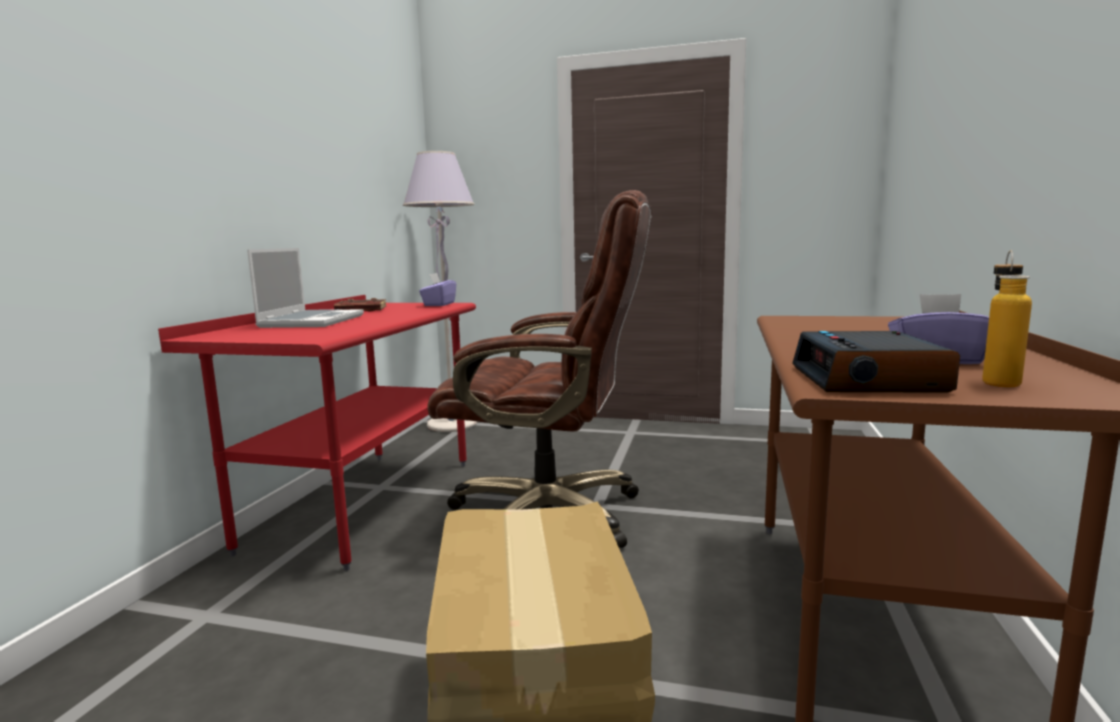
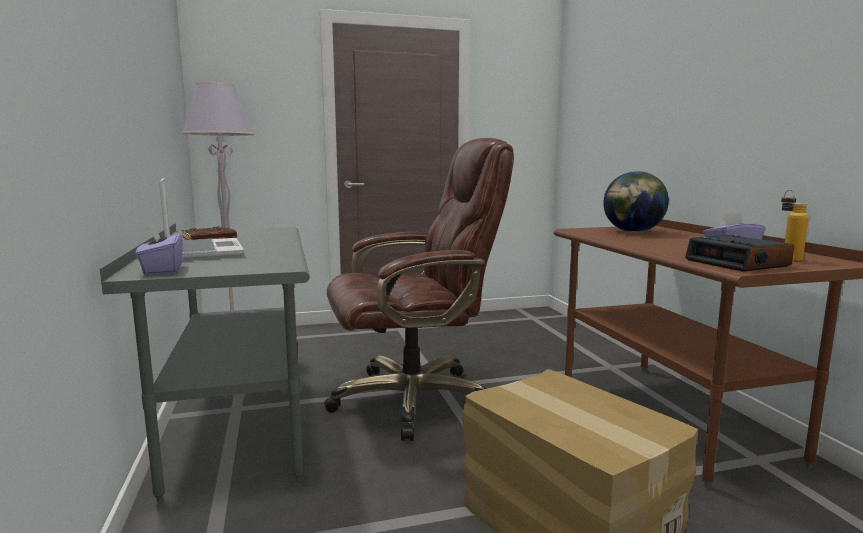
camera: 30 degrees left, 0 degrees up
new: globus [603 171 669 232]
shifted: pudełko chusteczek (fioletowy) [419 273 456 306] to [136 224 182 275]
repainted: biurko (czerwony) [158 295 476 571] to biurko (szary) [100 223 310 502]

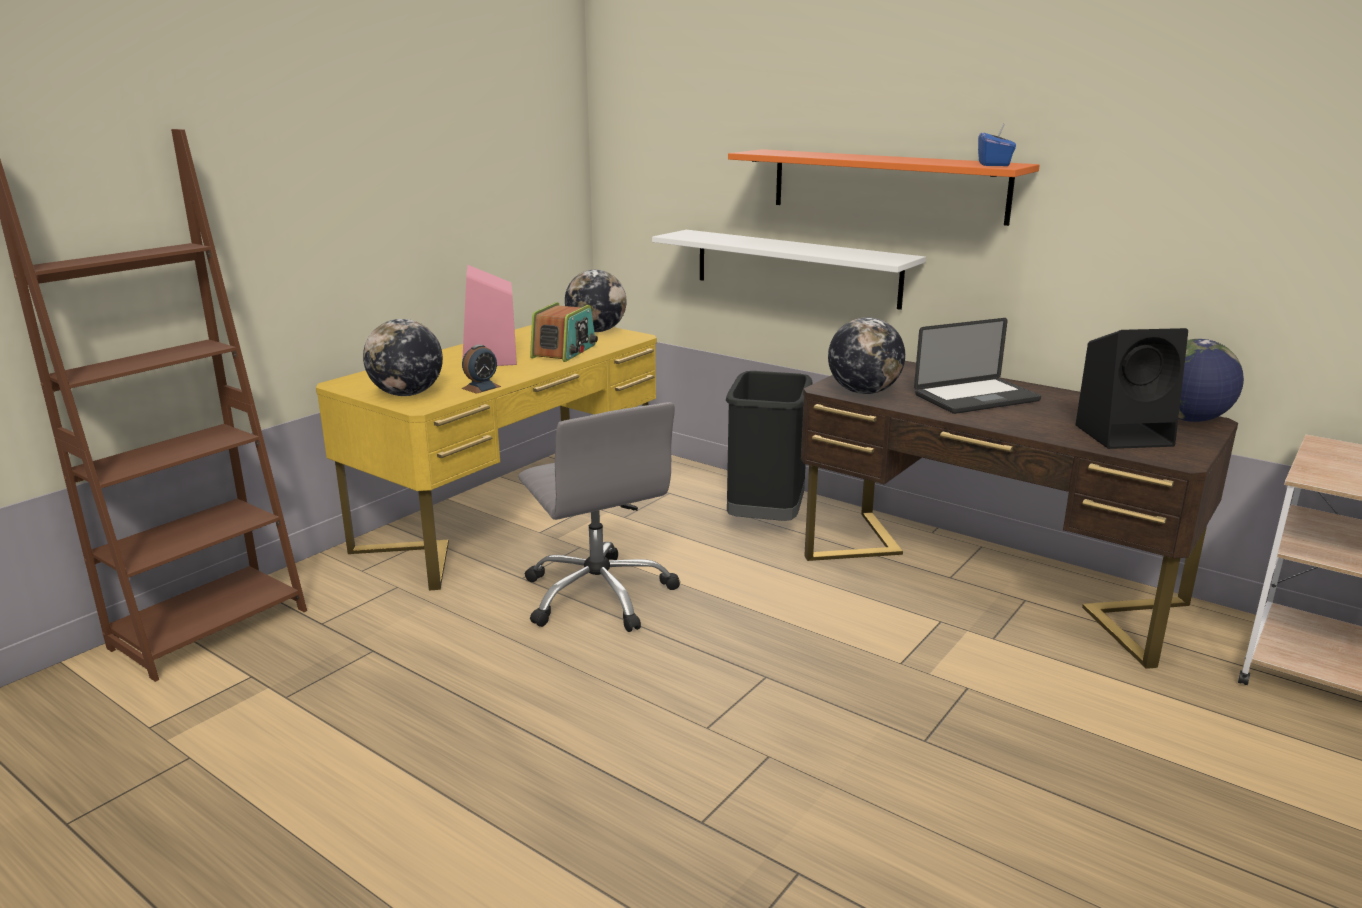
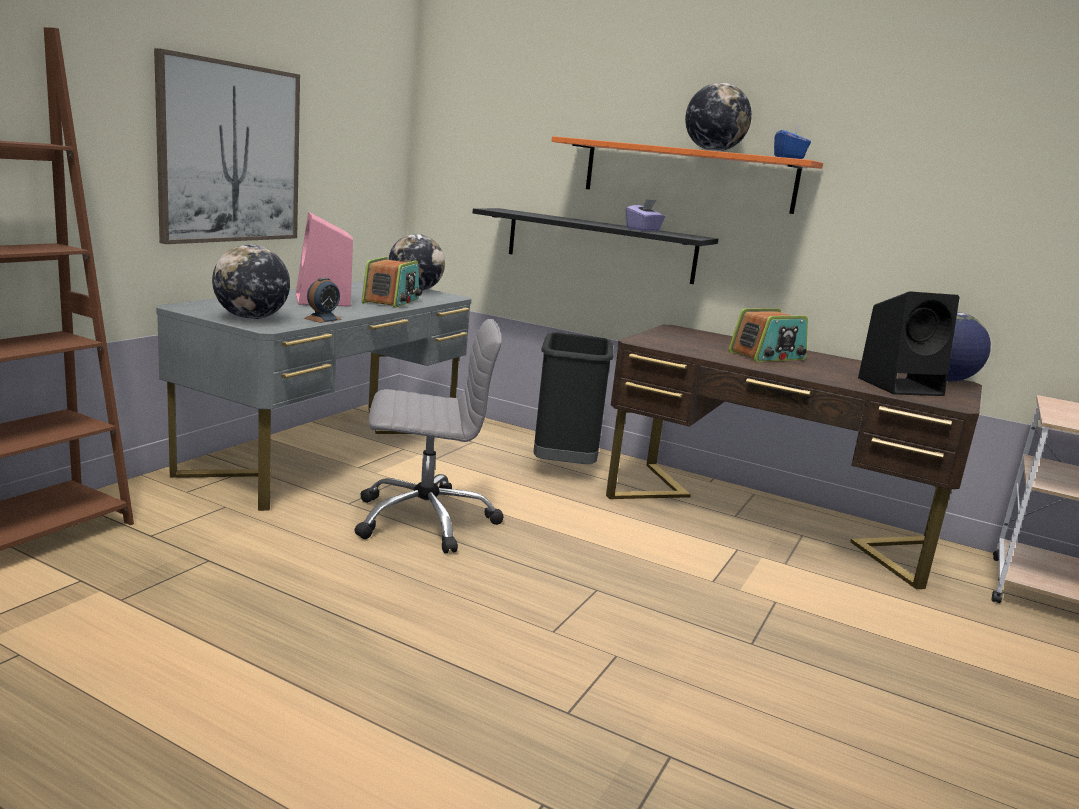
camera: 10 degrees left, 5 degrees down
new: obraz [154 48 300 244]; pudełko chusteczek (fioletowy) [626 199 665 231]
shifted: globus [828 317 905 394] to [685 83 752 151]
swapped: laptop [914 318 1041 414] to radio [728 308 808 362]
repainted: półka (biały) [652 230 926 310] to półka (czarny) [473 208 718 284]; biurko (żółty) [316 325 657 591] to biurko (szary) [156 281 472 511]
rotated: krzesło biurowe (szary) [518 402 680 632] = [354 319 504 553] 60 degrees counterclockwise

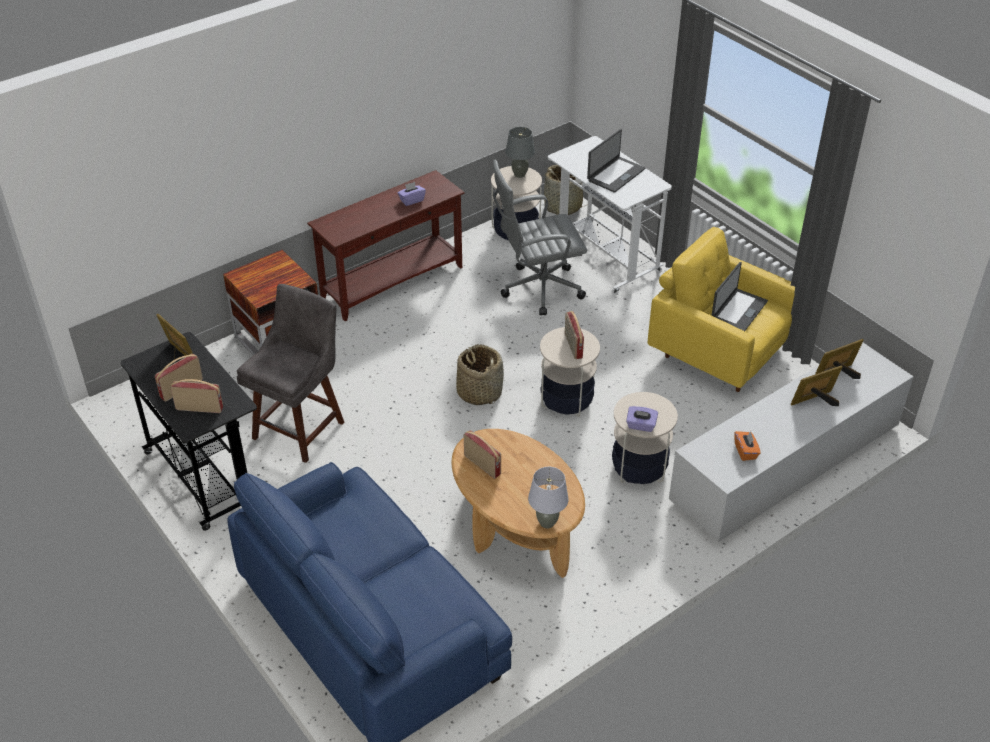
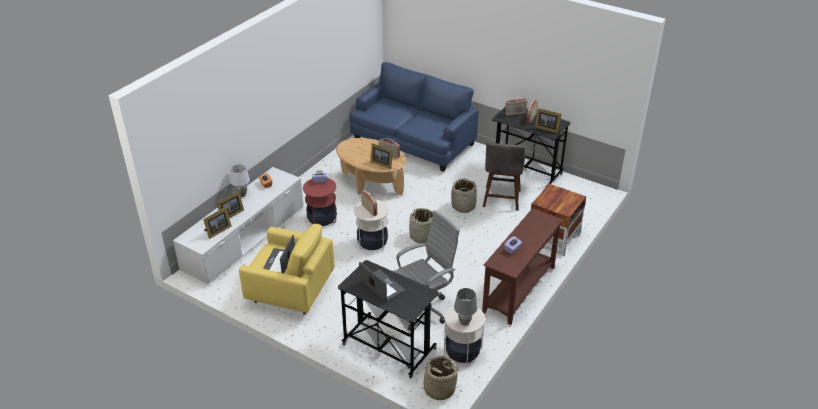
camera: 160 degrees right, 5 degrees down
new: ramka na zdjęcie [370 143 393 169]; koszyk [451 178 477 213]
shifted: lampa stołowa (szary) [528 467 569 528] to [230 164 250 197]
repainted: biurko (biały) [548 136 672 295] to biurko (czarny) [338 260 439 378]; stolik (beżowy) [612 392 678 484] to stolik (czerwony) [303 178 337 226]
rotated: laptop [587 129 645 193] = [359 262 405 302] 120 degrees clockwise

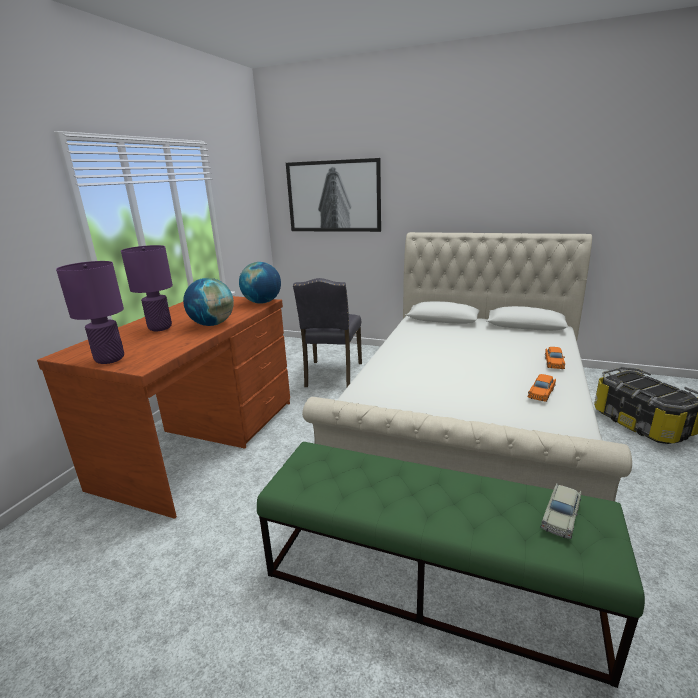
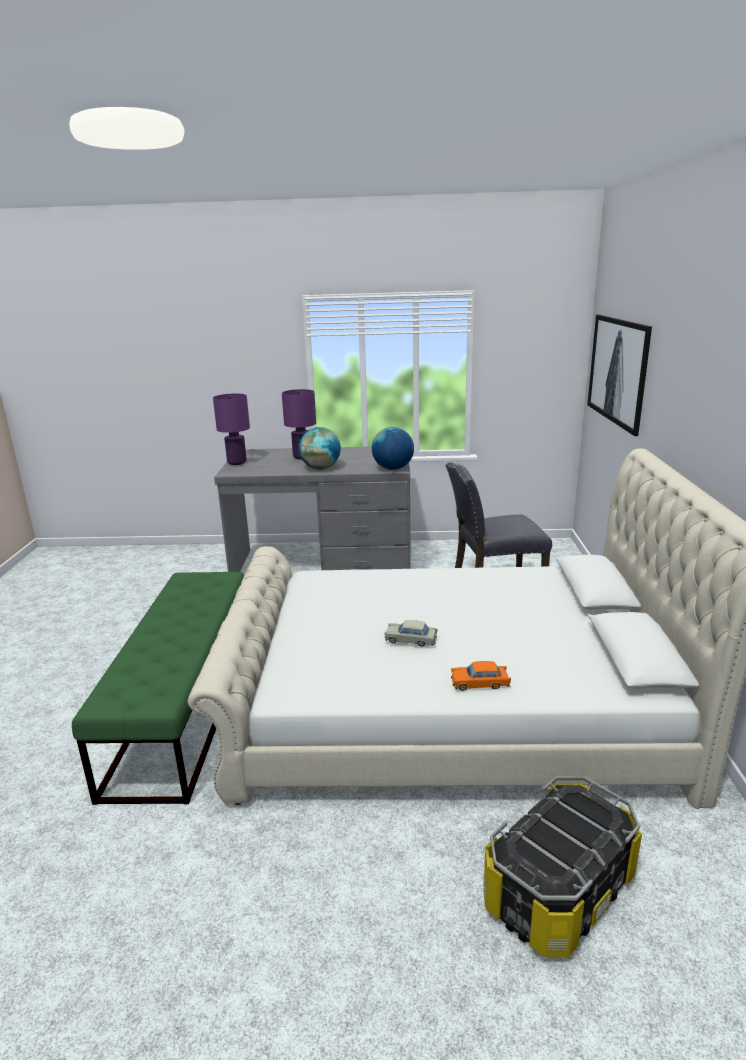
camera: 70 degrees right, 0 degrees up
gone: samochodzik (pomarańczowy) [527 374 556 402]
shifted: samochodzik (beżowy) [540 483 581 539] to [384 620 437 647]
repainted: biurko (brązowy) [37 296 290 519] to biurko (szary) [214 447 411 572]

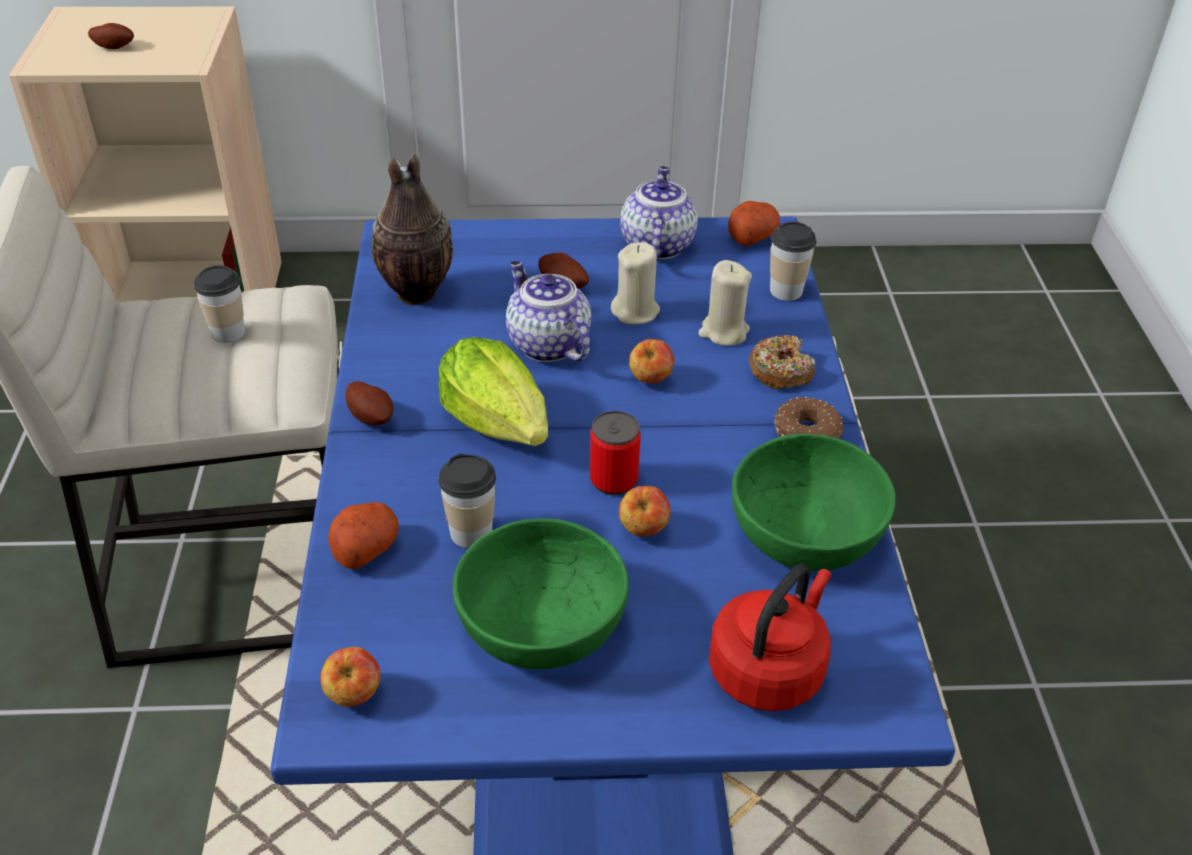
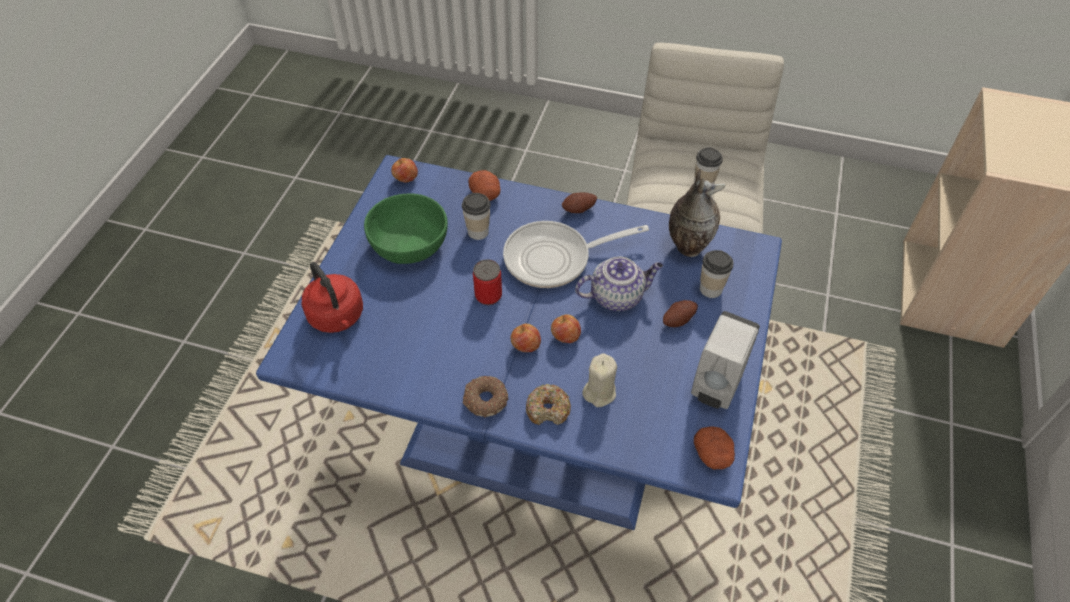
camera: 110 degrees right, 10 degrees up
gone: ziemniak [88 23 134 49]; świeca (beżowy) [611 242 660 325]; miska (zielony) [732 434 896 571]
shifted: filiżanka [770 221 816 301] to [700 250 734 298]; jabłko [619 486 671 536] to [510 324 541 352]
swapped: imbryk [620 166 698 260] to dozownik mydła (biały) [691 311 760 409]; sałata [439 337 548 446] to patelnia [503 221 649 288]

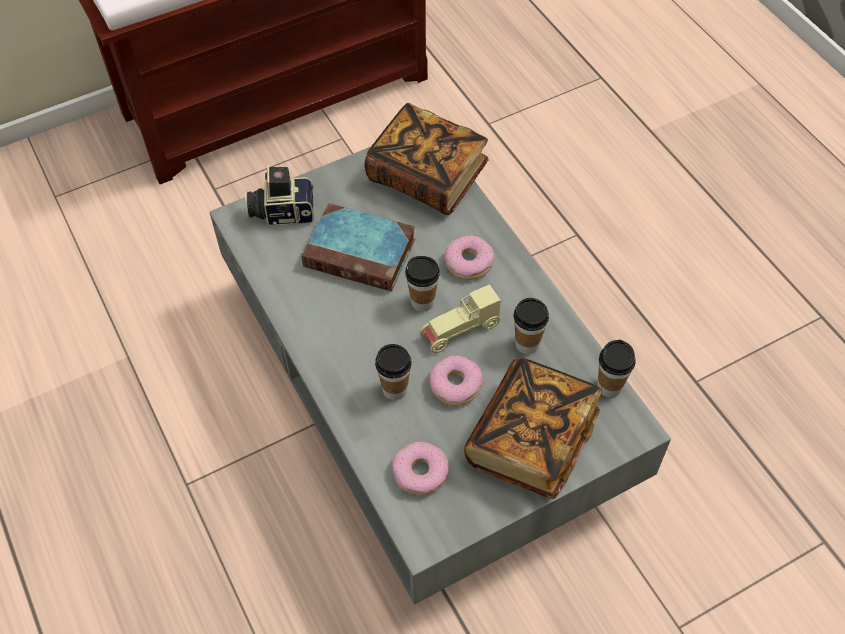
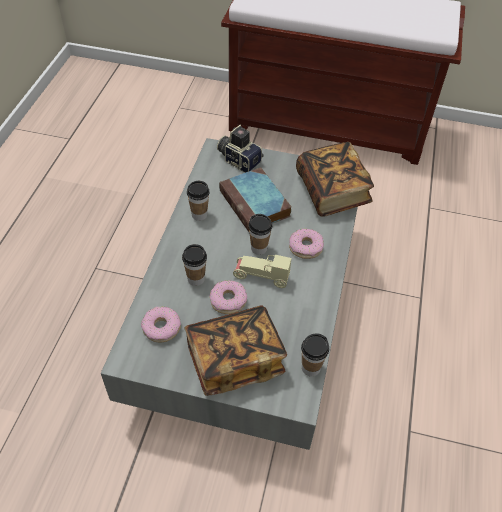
camera: 40 degrees right, 5 degrees down
shifted: filiżanka [514 298 549 354] to [187 181 210 221]

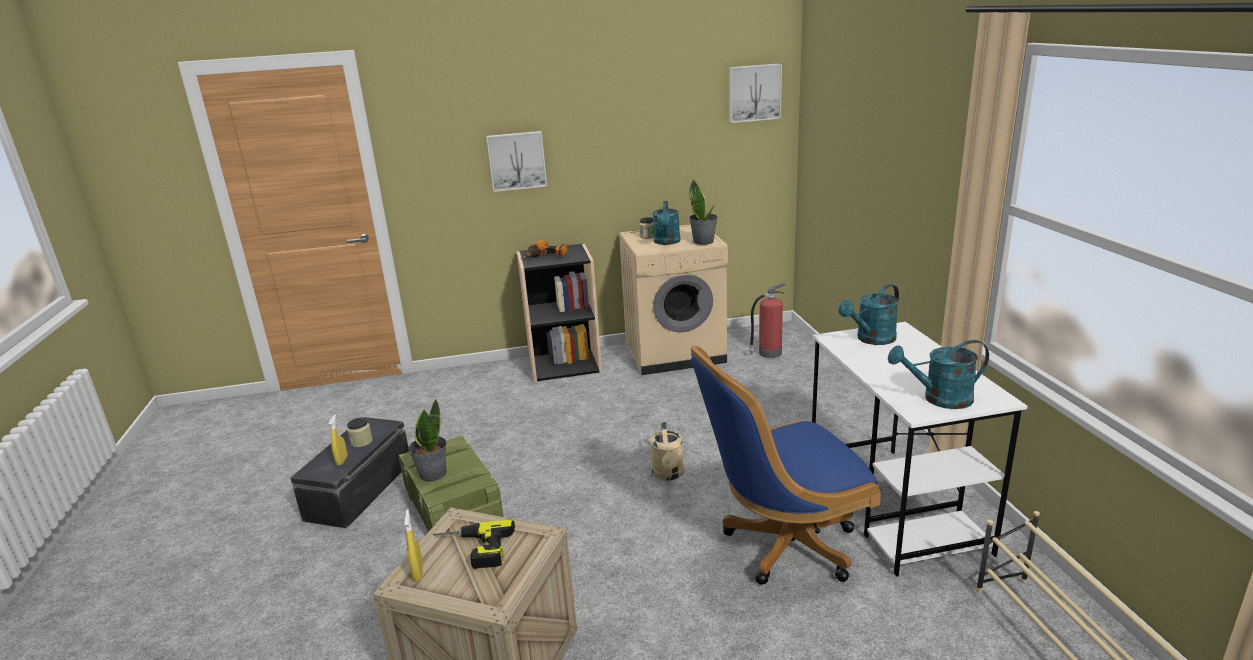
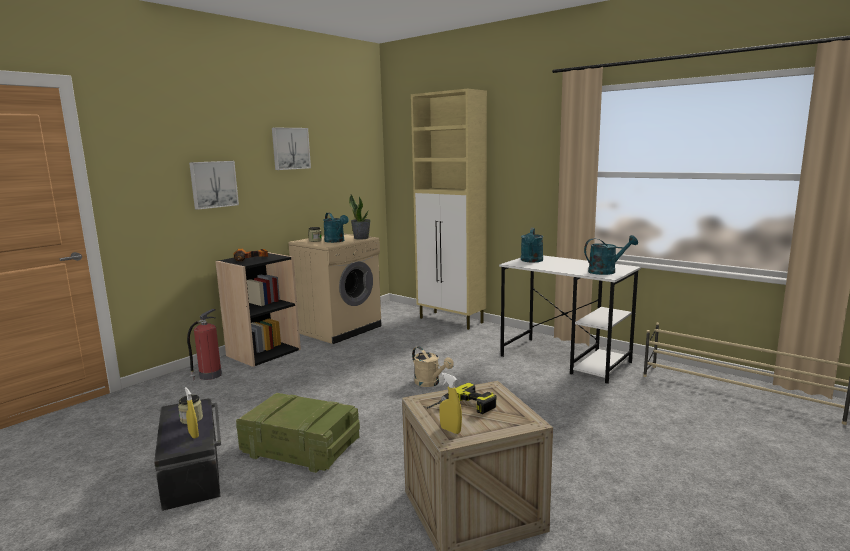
camera: 40 degrees left, 10 degrees down
gone: krzesło biurowe (niebieski) [691 346 881 585]; roślina doniczkowa [408 399 447 482]
new: szafka (beżowy) [411 88 487 330]
shifted: obraz [729 63 782 123] to [272 128 311 170]; gaśnica [749 283 785 358] to [187 309 222 381]
rotated: konewka (turkusowy) [888 340 989 409] = [584 235 638 275] 150 degrees counterclockwise

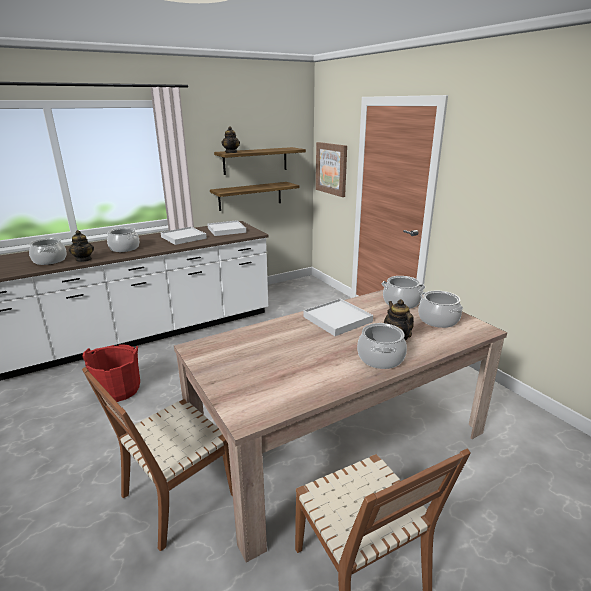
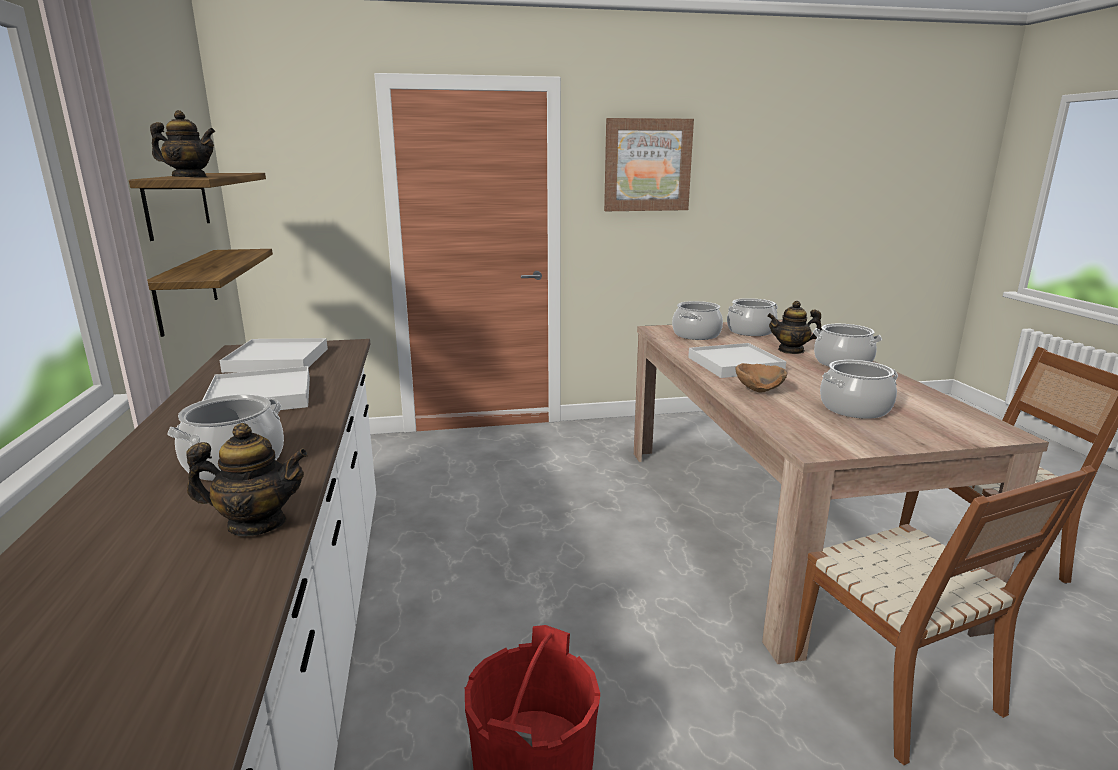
camera: 70 degrees left, 5 degrees down
new: miska (brązowy) [735 363 787 392]
shifted: obraz [316 142 347 197] to [604 118 694 211]; garnek [29 238 66 265] to [820 360 898 419]

